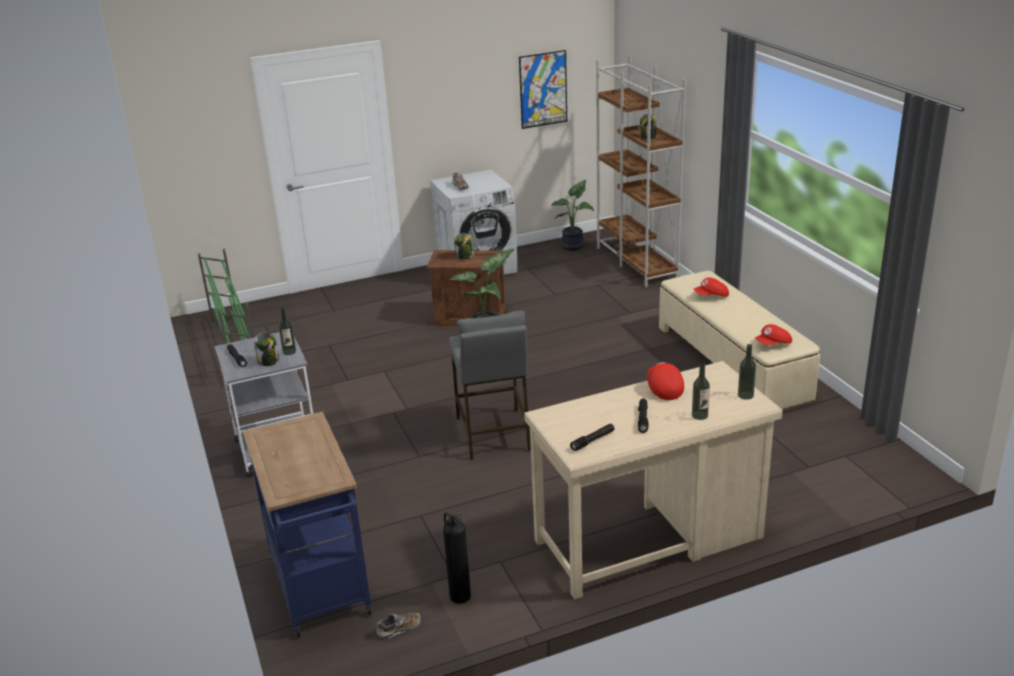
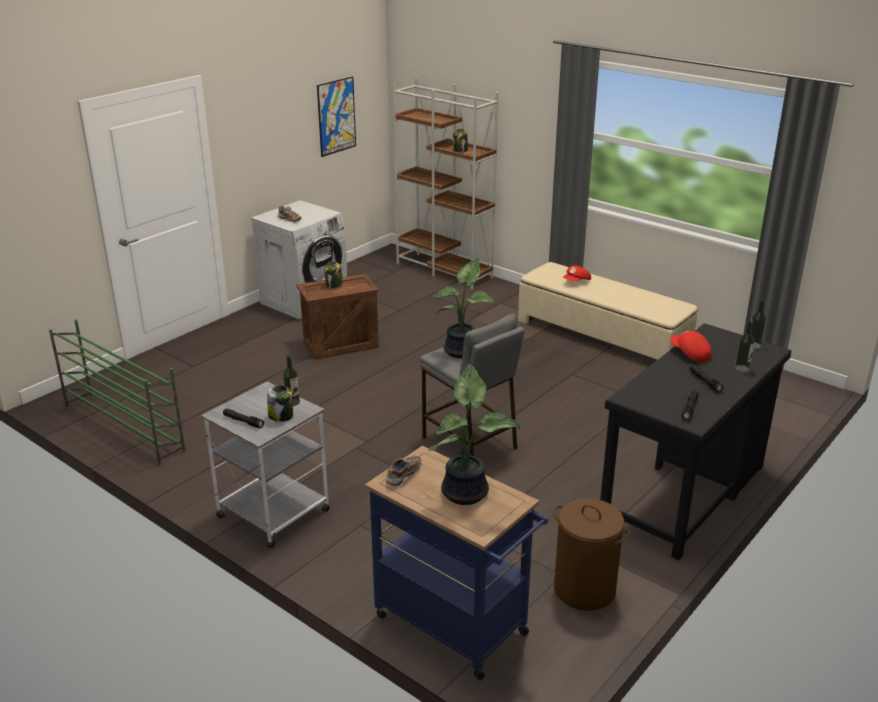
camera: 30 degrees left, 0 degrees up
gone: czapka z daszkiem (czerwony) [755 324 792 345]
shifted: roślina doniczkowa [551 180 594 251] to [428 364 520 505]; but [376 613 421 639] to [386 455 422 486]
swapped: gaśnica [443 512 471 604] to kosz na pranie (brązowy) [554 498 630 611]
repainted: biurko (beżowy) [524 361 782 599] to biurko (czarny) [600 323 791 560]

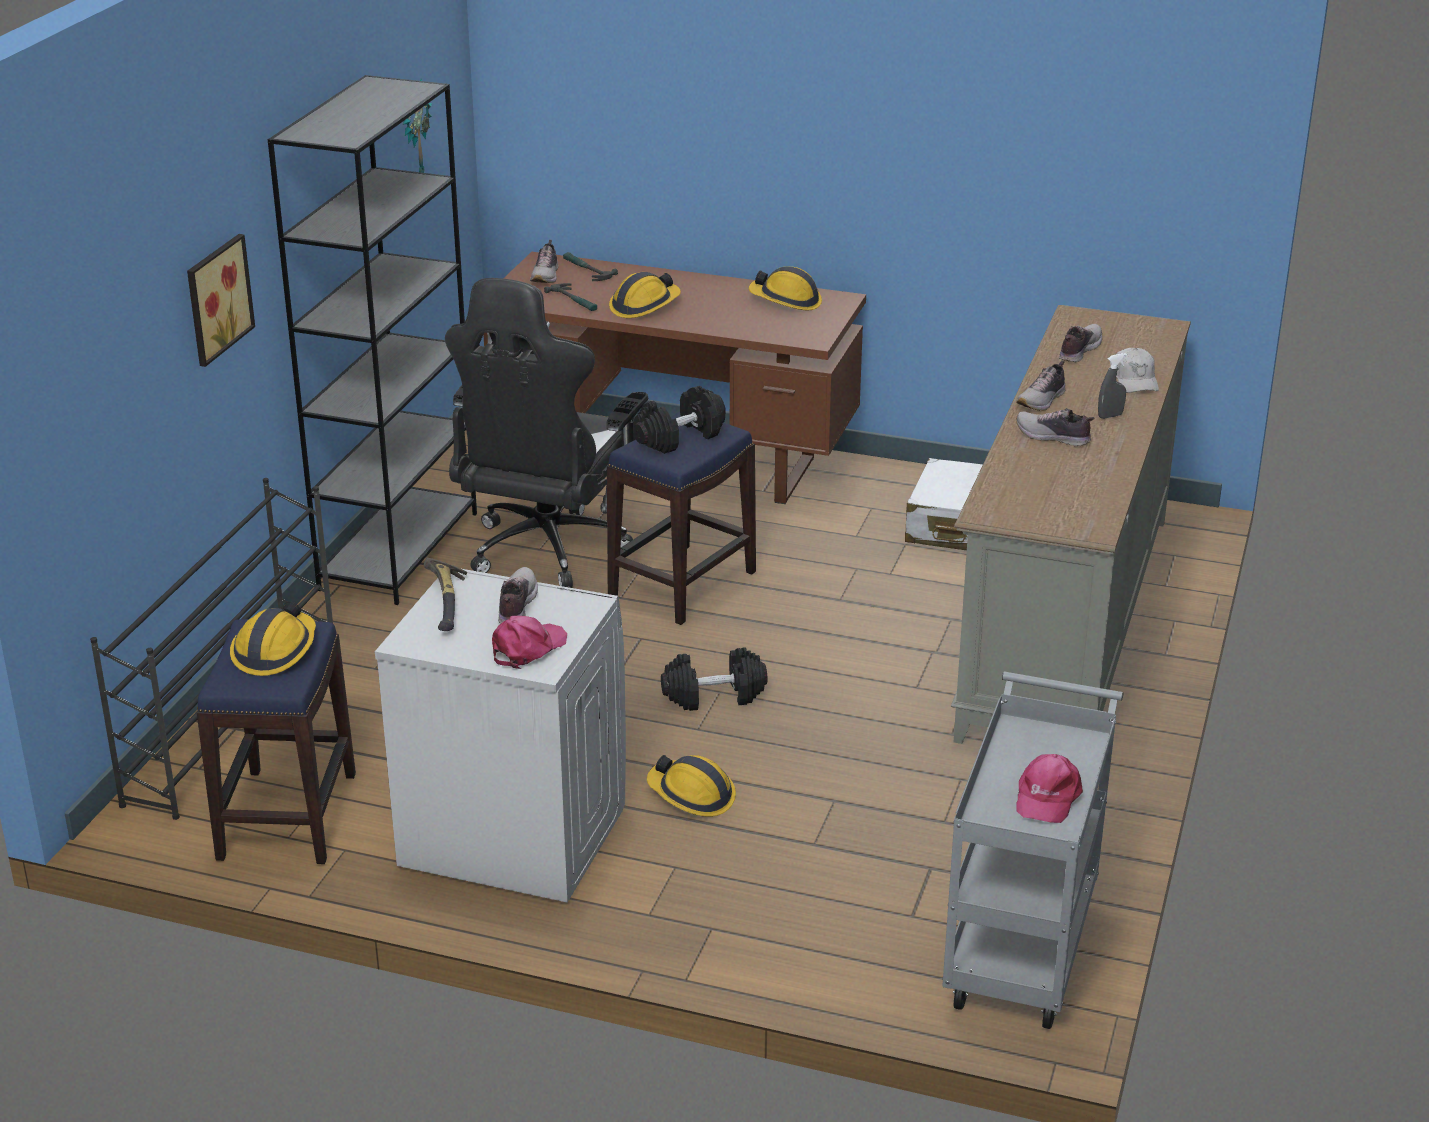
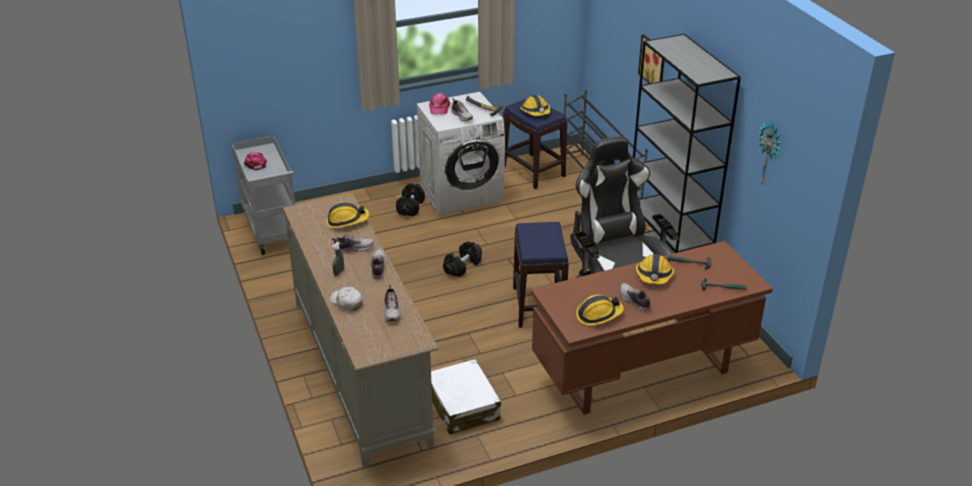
camera: 140 degrees right, 5 degrees up
shifted: but [530 240 558 283] to [620 283 651 311]; hantel (czarny) [633 386 726 454] to [396 183 425 216]; kask [647 755 736 817] to [326 202 369 228]

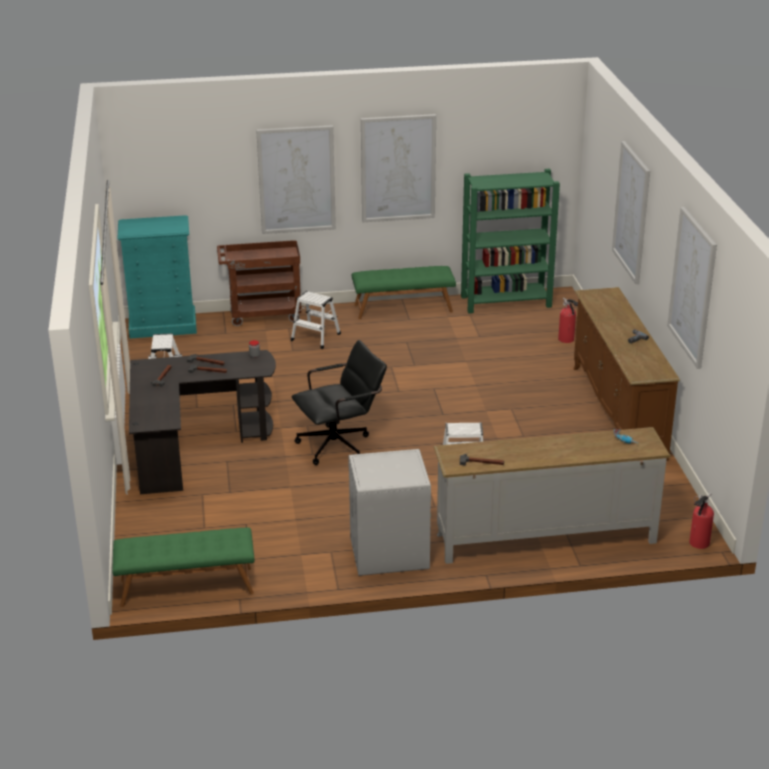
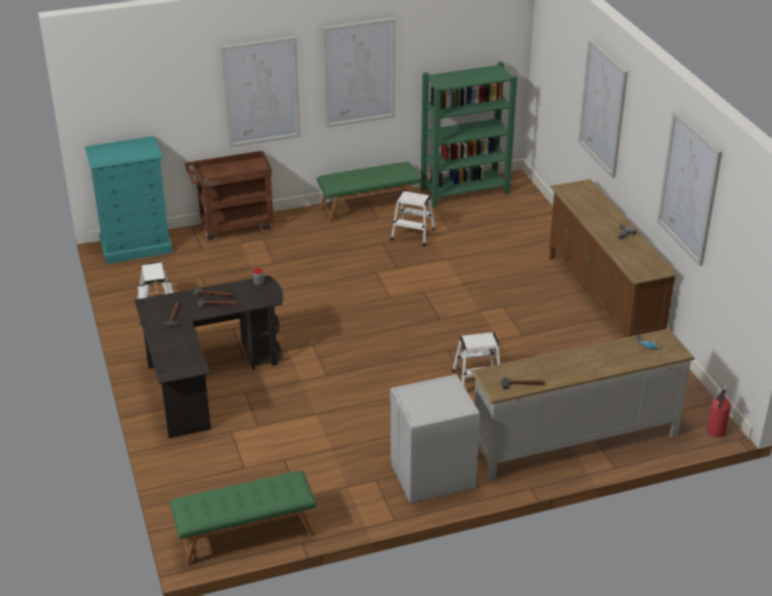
camera: 10 degrees left, 5 degrees up
gone: gaśnica [558 297 578 343]; krzesło biurowe (czarny) [292 340 387 465]
shifted: drabinka (biały) [291 291 341 349] to [391 191 435 247]

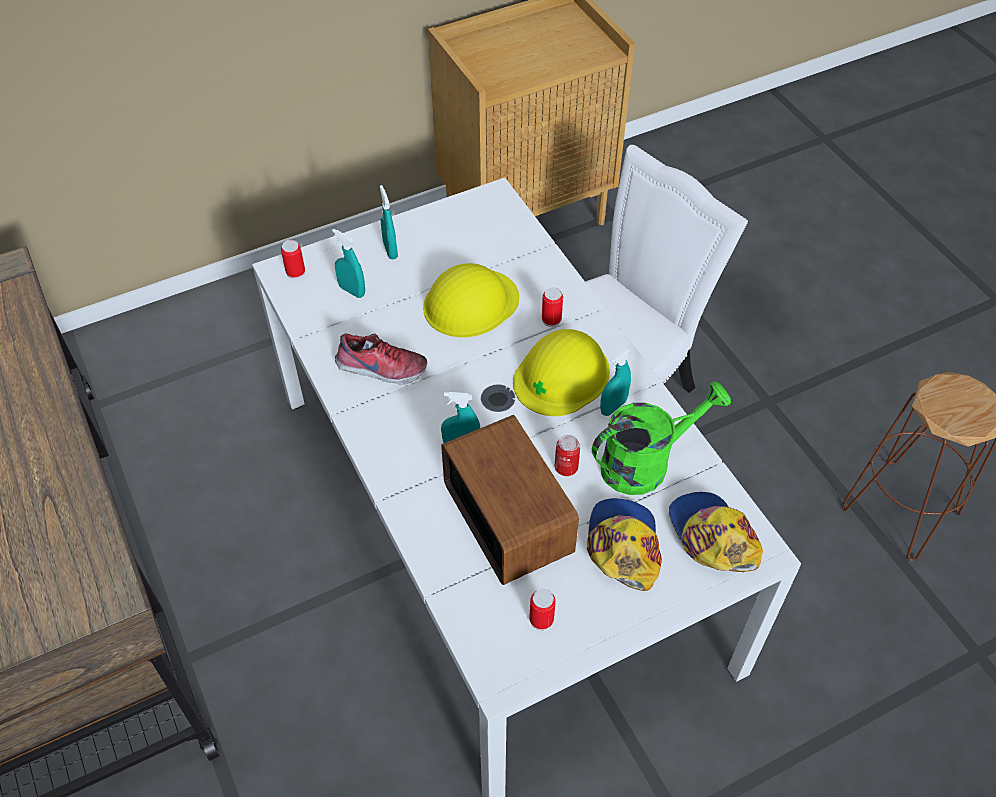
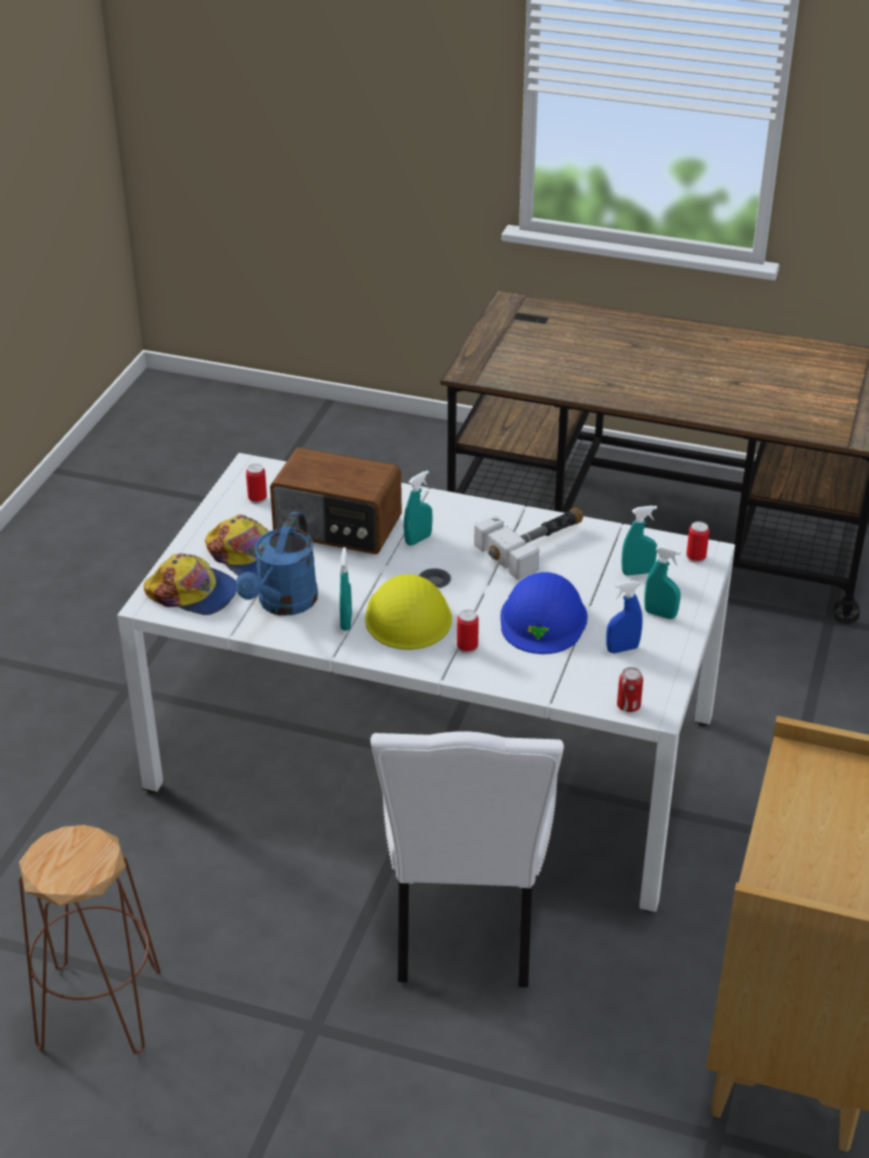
camera: 135 degrees right, 15 degrees down
new: spryskiwacz (niebieski) [606 580 643 653]
shifted: puszka [555 435 580 476] to [617 667 643 712]
swapped: but [335 333 427 385] to młotek [474 508 583 580]
repainted: kask (żółty) [423 263 519 337] to kask (niebieski) [500 572 588 654]; konewka (zielony) [592 381 731 495] to konewka (niebieski) [236 512 318 616]

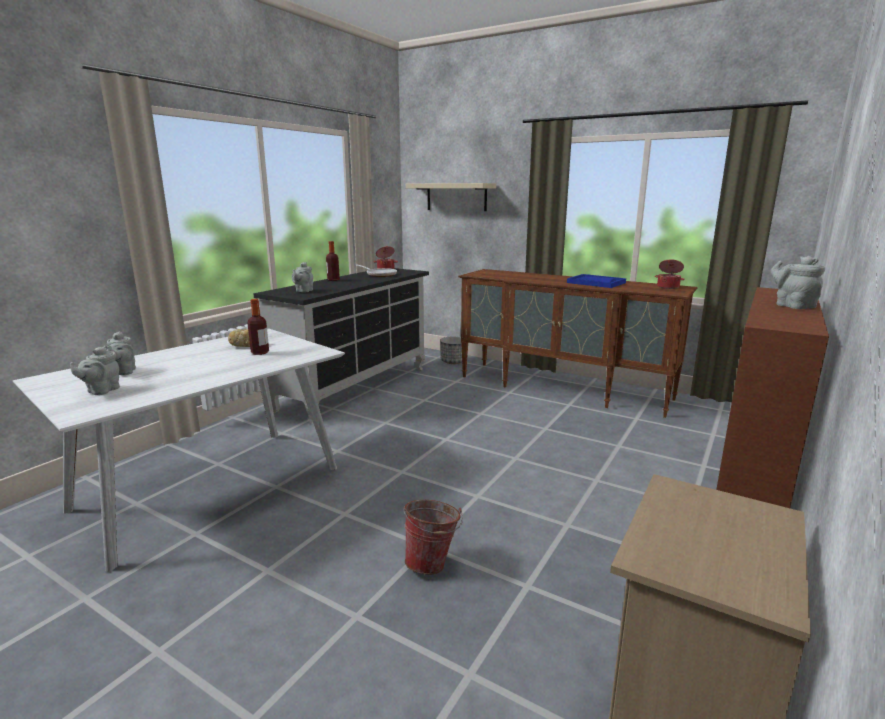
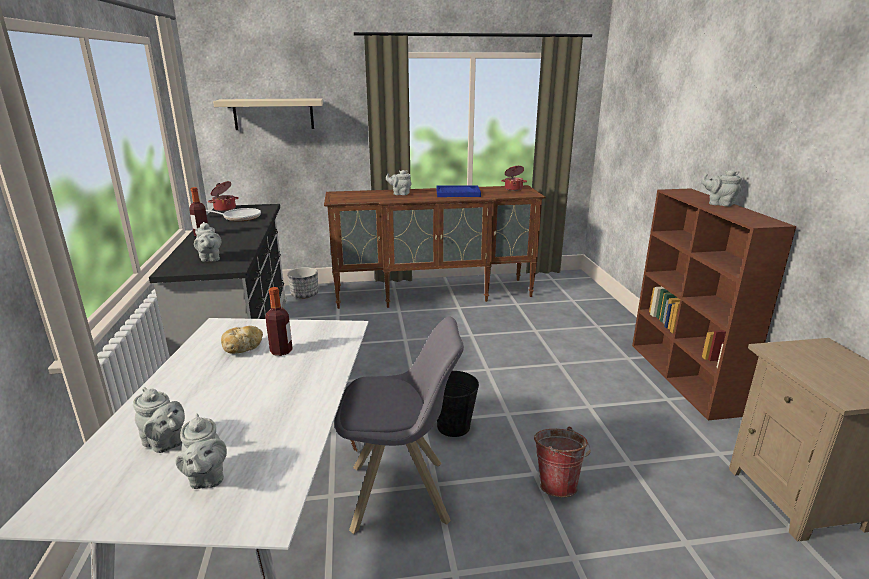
camera: 40 degrees left, 5 degrees up
new: imbryk (szary) [386 170 411 195]; krzesło (szary) [335 317 464 534]; wiadro (czarny) [437 371 479 437]

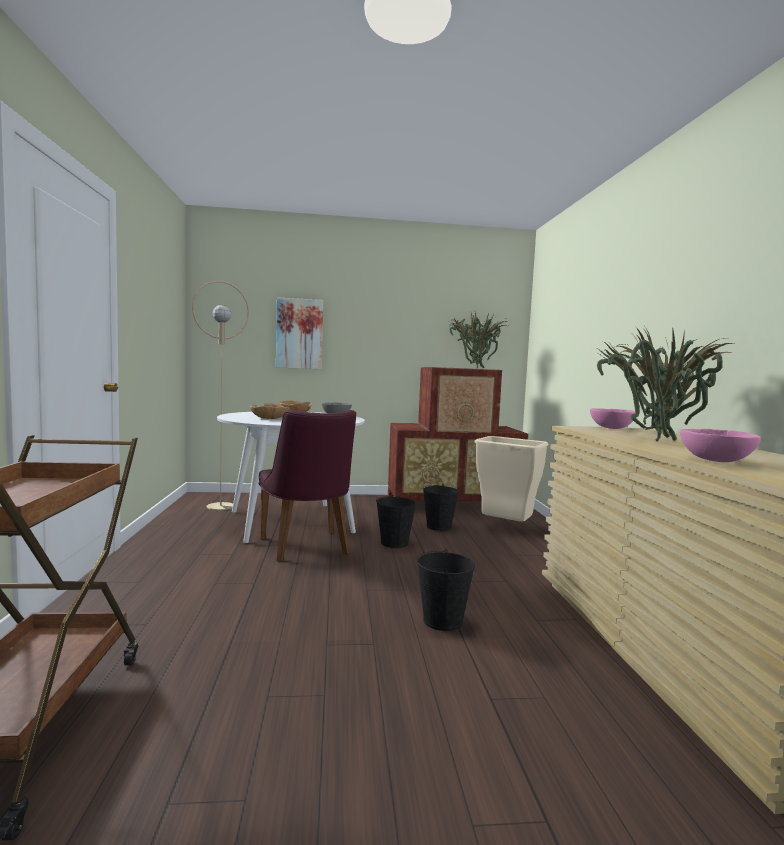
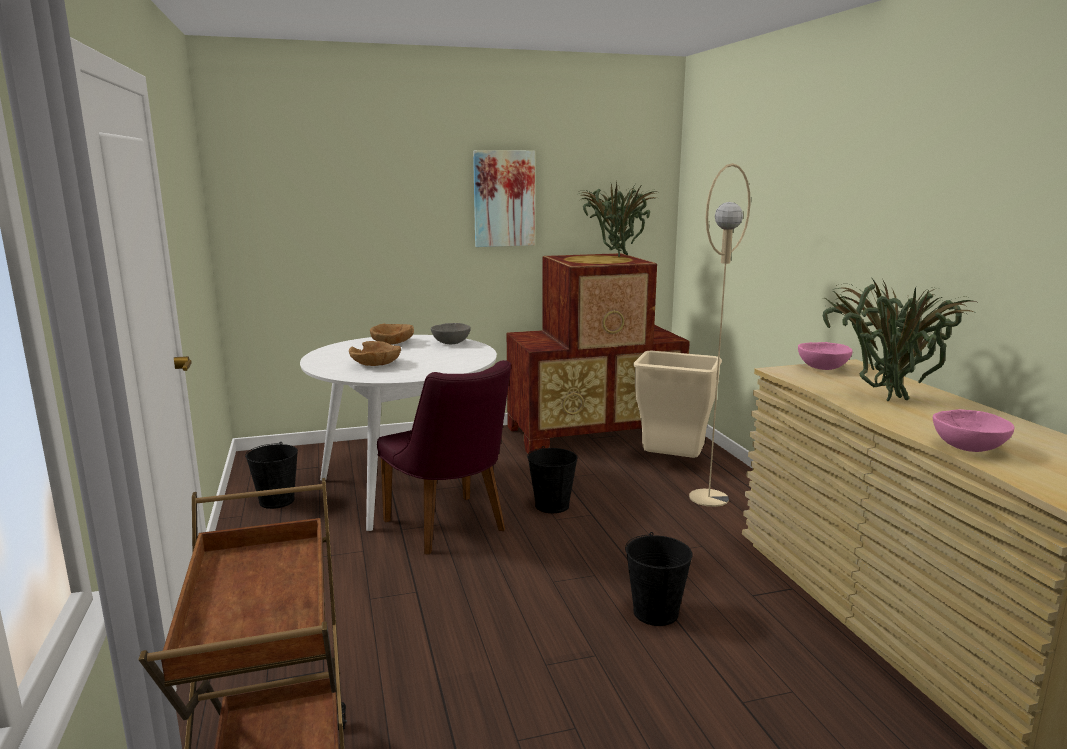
camera: 10 degrees left, 10 degrees up
shifted: lampa stojąca (beżowy) [192 281 249 510] to [689 163 751 507]; obraz [276 297 323 369] to [473 150 535 247]; wiadro (czarny) [423 484 459 531] to [245 442 298 509]

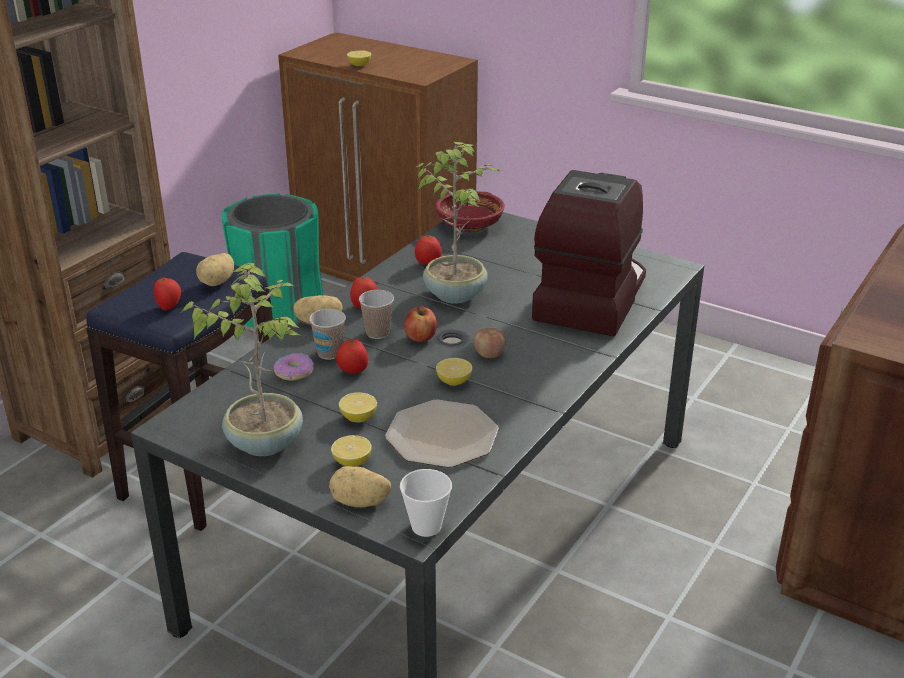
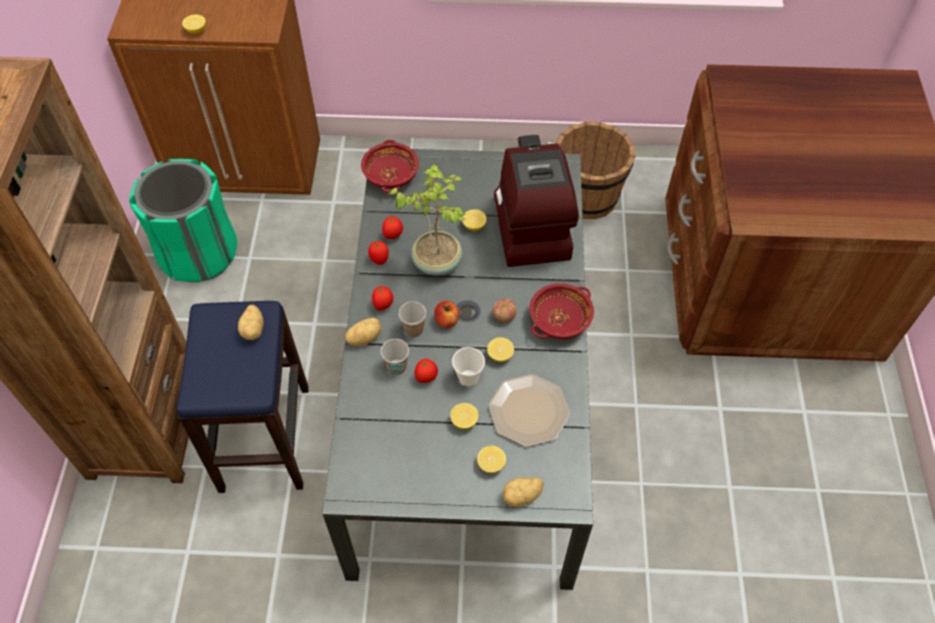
camera: 30 degrees left, 25 degrees up
gone: roślina doniczkowa [181 263 303 456]; donut [274 353 314 381]
new: wiadro (brązowy) [555 122 636 219]; cytryna [462 209 487 231]; miska (czerwony) [530 283 594 339]
shifted: pomidor [154 277 181 310] to [368 241 389 265]; filiżanka [400 469 452 537] to [452 347 485 386]

